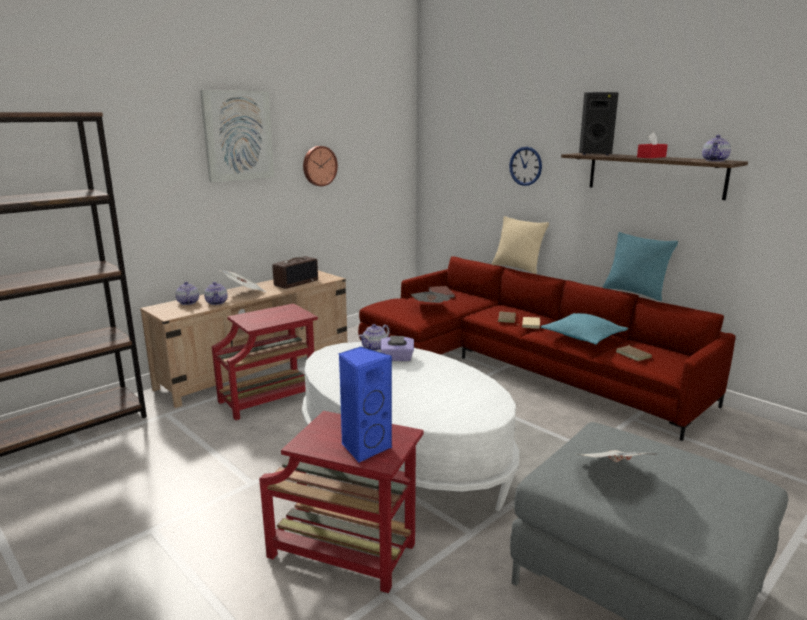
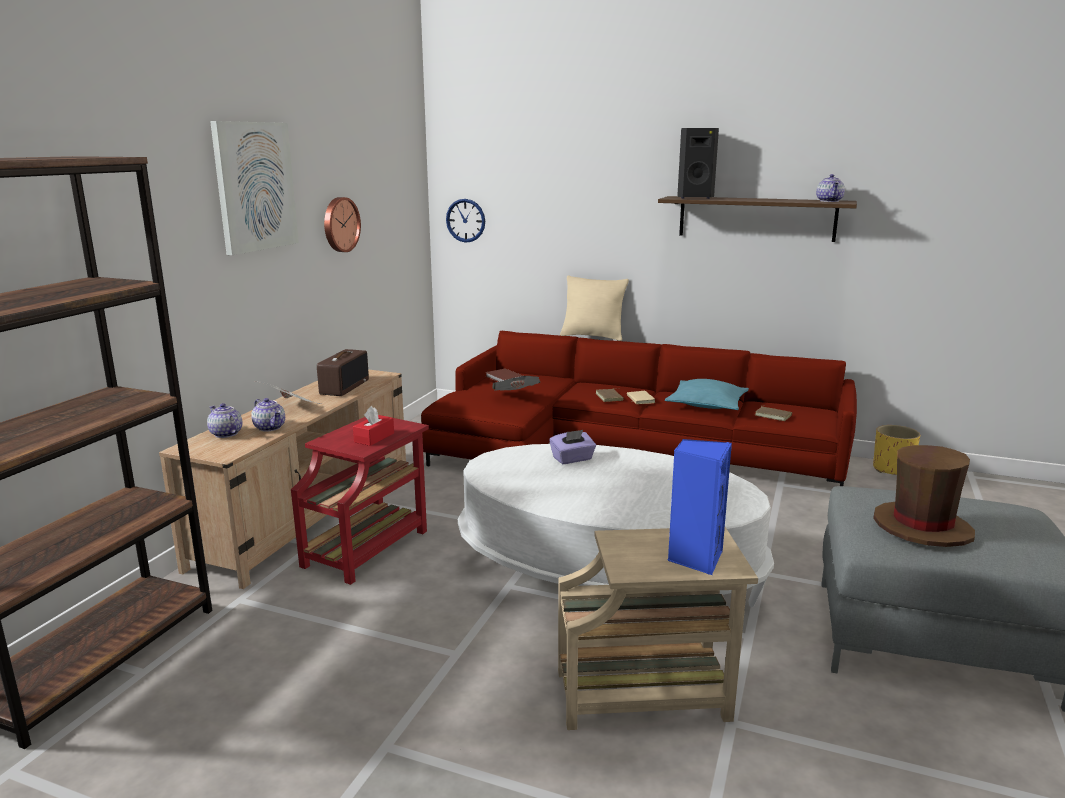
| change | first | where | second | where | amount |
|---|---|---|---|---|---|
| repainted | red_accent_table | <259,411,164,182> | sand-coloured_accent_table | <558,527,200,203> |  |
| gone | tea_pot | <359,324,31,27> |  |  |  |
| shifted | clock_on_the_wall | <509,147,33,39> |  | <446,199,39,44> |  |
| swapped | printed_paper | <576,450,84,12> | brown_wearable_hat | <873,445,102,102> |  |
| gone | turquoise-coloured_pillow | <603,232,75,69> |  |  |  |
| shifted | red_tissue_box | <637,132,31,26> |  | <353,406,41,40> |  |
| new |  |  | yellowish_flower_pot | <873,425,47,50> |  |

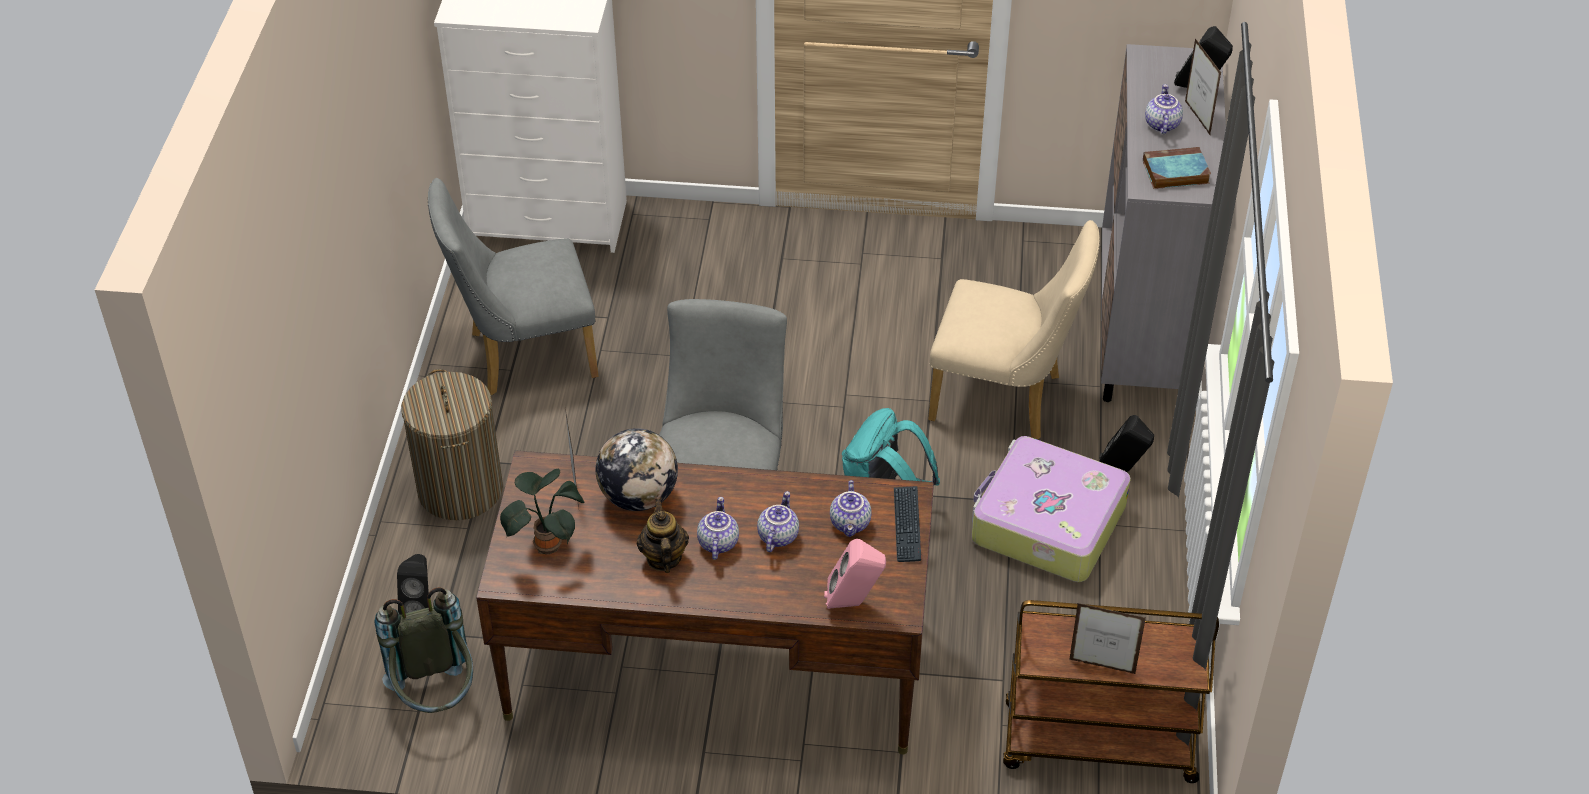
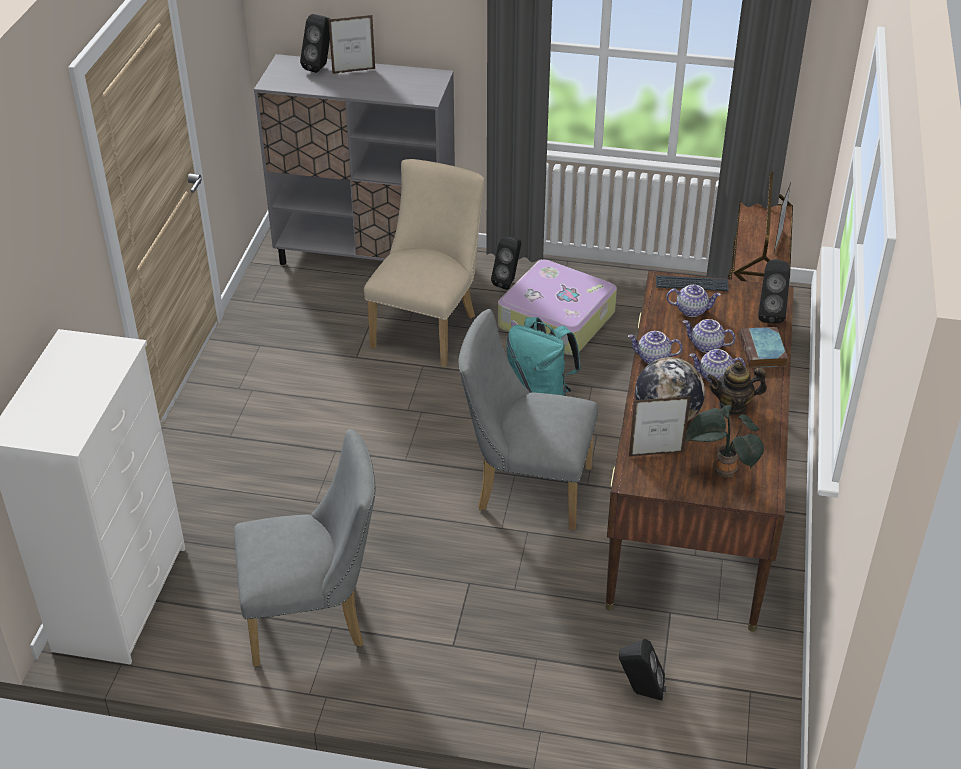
| change | first | where | second | where | amount |
|---|---|---|---|---|---|
| gone | grey_backpack | <374,587,99,126> |  |  |  |
| gone | washing_basket | <401,369,102,151> |  |  |  |
| rotated | grey_chair | <428,178,171,217> |  | <234,429,141,238> | 90 degrees counterclockwise |
| repainted | pinkish_loudspeaker | <824,539,62,70> | blackish_loudspeaker | <758,259,32,65> |  |
| shifted | book | <1143,147,68,42> |  | <740,327,48,41> |  |
| shifted | tea_pot | <1145,84,38,50> |  | <628,331,54,33> |  |

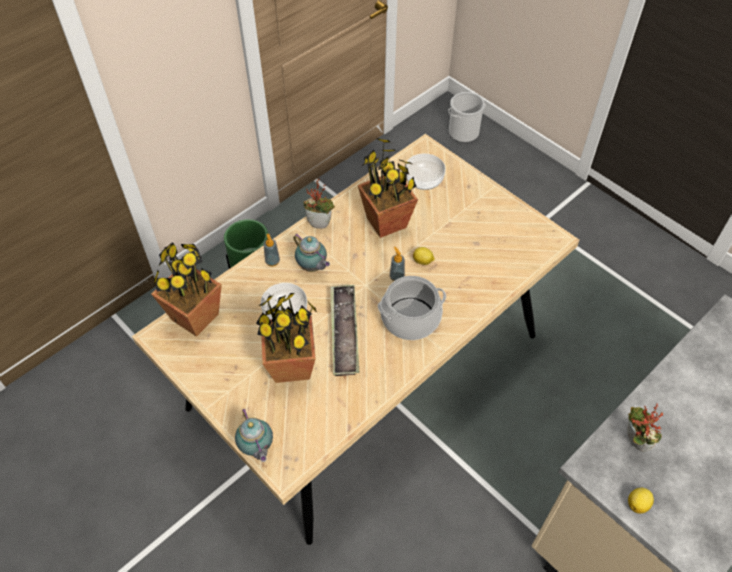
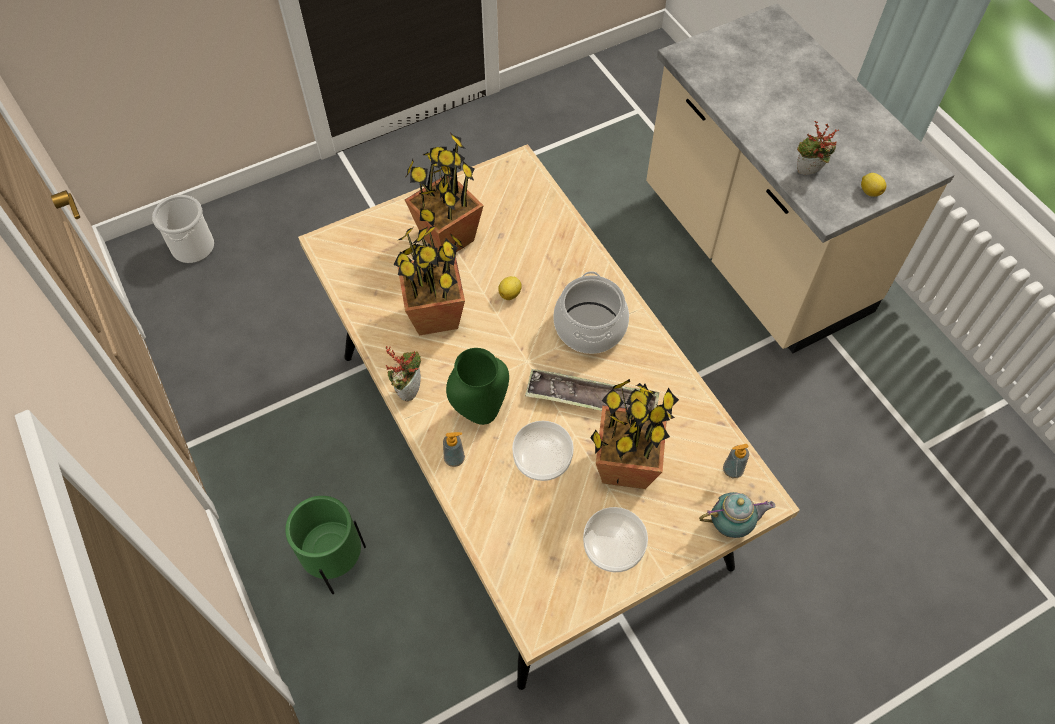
| change | first | where | second | where | amount |
|---|---|---|---|---|---|
| shifted | houseplant | <151,243,71,94> |  | <404,133,80,119> |  |
| swapped | tea_pot | <293,234,37,38> | greenish_decorative_vase | <446,348,63,77> |  |
| shifted | liquid_soap_bottle | <390,247,15,34> |  | <723,444,26,34> |  |
| shifted | bowl | <405,153,40,37> |  | <583,507,65,65> |  |

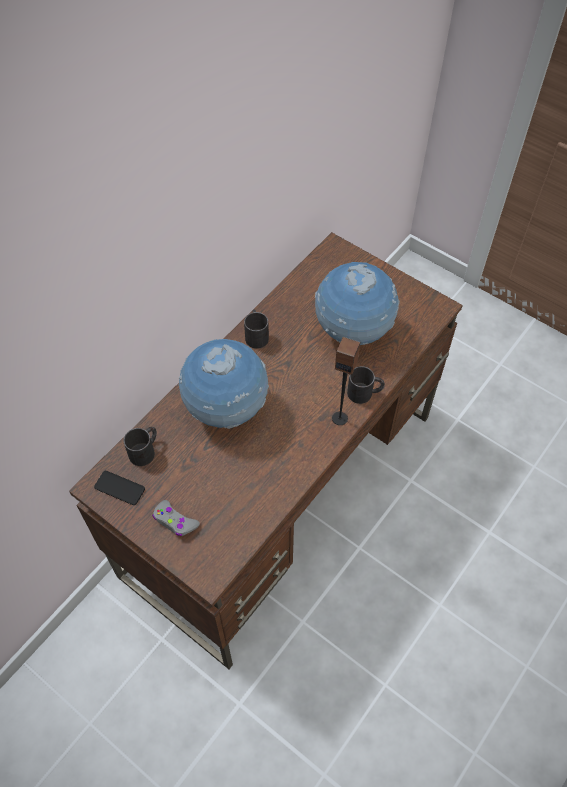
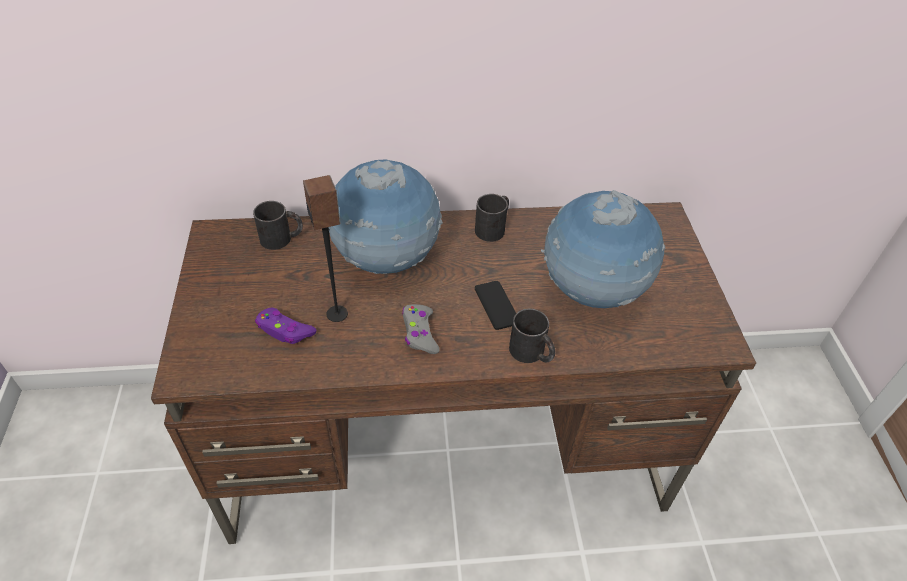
| change | first | where | second | where | amount |
|---|---|---|---|---|---|
| shifted | phone | <94,471,51,34> |  | <475,281,41,49> |  |
| shifted | grey_gamepad | <152,500,48,36> |  | <402,304,38,50> |  |
| shifted | loudspeaker | <332,337,28,88> |  | <303,175,45,147> |  |
| new |  |  | purple-coloured_gamepad | <255,308,61,36> |  |

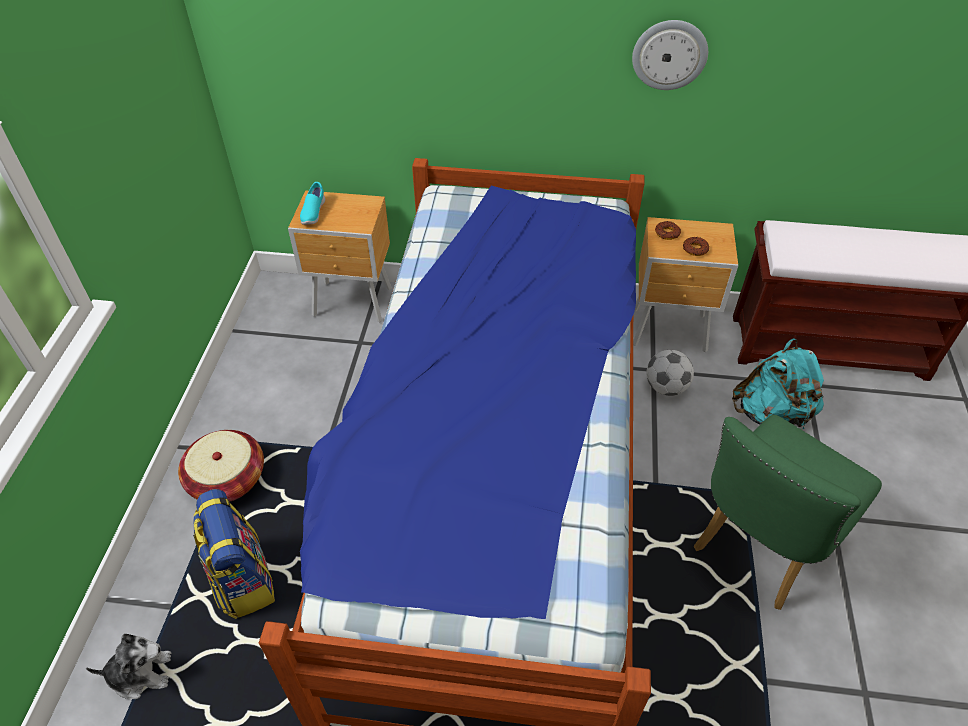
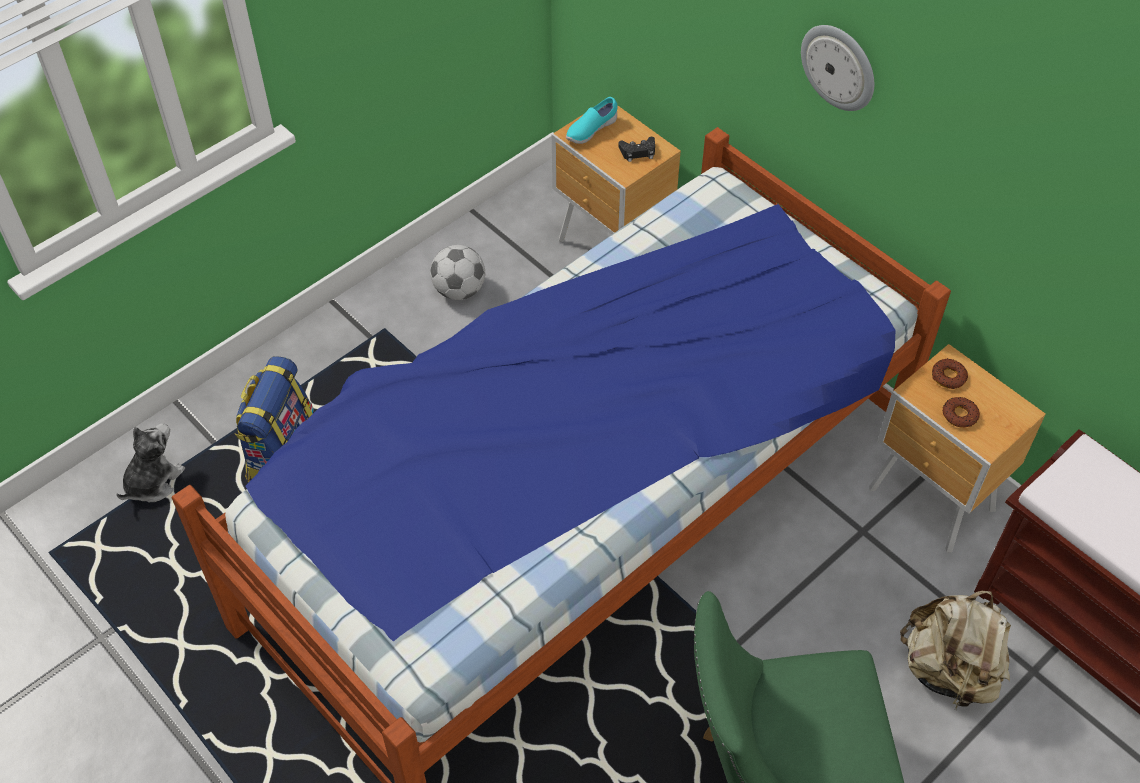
| change | first | where | second | where | amount |
|---|---|---|---|---|---|
| rotated | plush_toy | <86,634,85,65> |  | <117,423,68,79> | 90 degrees counterclockwise |
| gone | storage_basket | <178,430,86,72> |  |  |  |
| shifted | clock_on_the_wall | <632,20,76,70> |  | <801,25,73,86> |  |
| shifted | ball_for_football | <646,350,48,46> |  | <430,245,55,55> |  |
| repainted | turquoise-coloured_backpack | <732,338,92,91> | sand-coloured_backpack | <900,591,111,119> |  |
| new |  |  | blackish_gamepad | <618,137,37,25> |  |

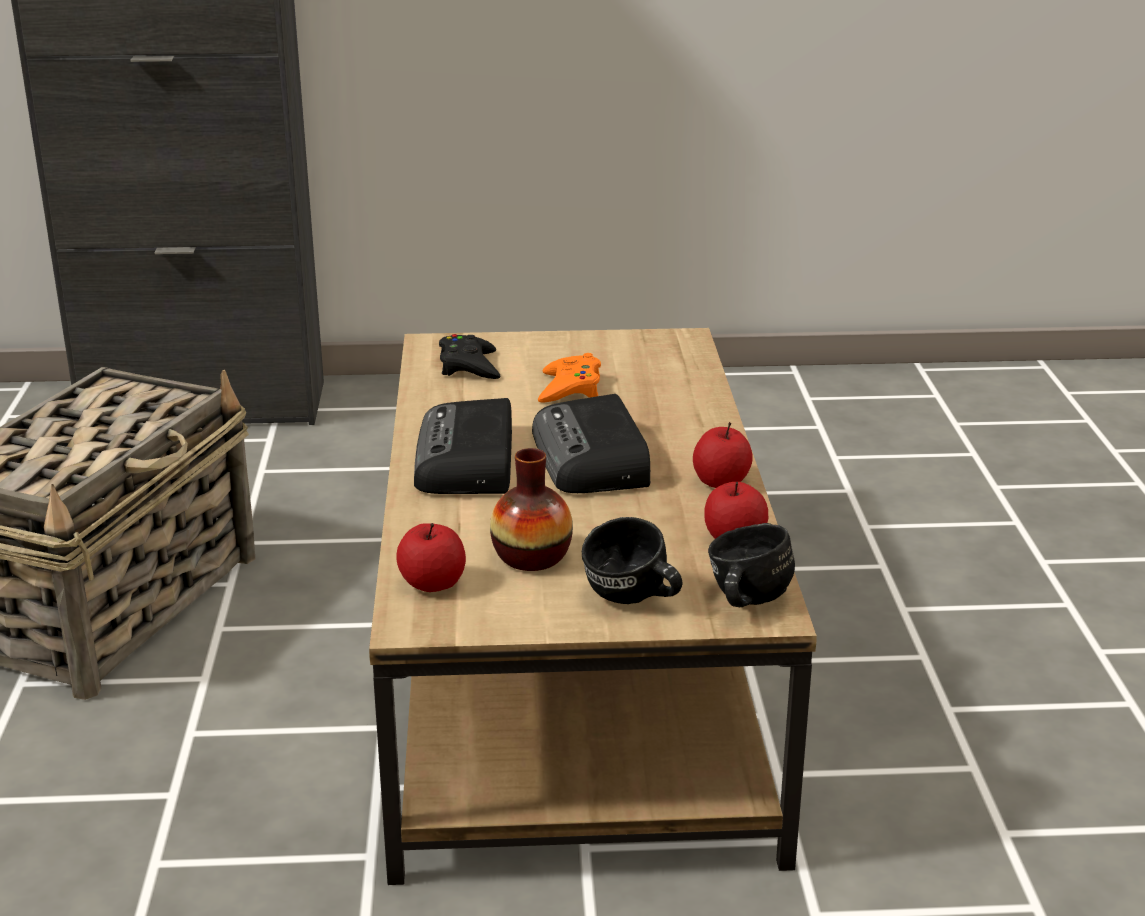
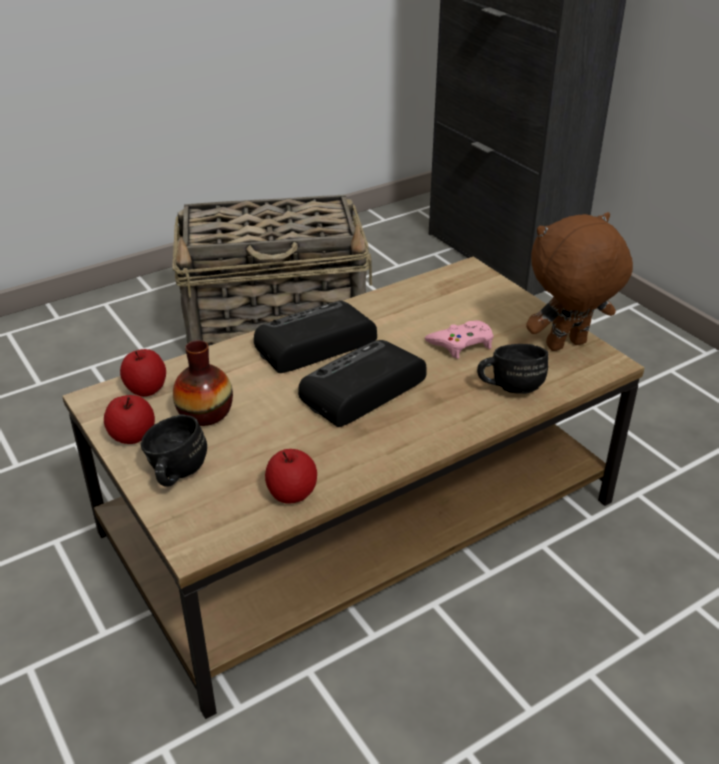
| change | first | where | second | where | amount |
|---|---|---|---|---|---|
| gone | blackish_gamepad | <439,334,61,45> |  |  |  |
| repainted | orange_gamepad | <538,353,63,50> | pinkish_gamepad | <425,320,69,39> |  |
| shifted | whole_apple | <693,422,60,66> |  | <104,395,51,49> |  |
| shifted | blackish_tea_mug | <708,523,87,84> |  | <477,344,71,50> |  |
| new |  |  | brown_plush_toy | <526,212,107,139> |  |

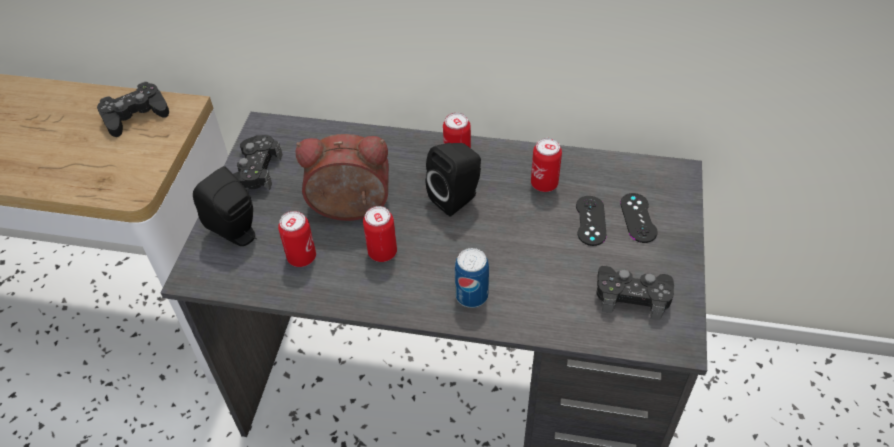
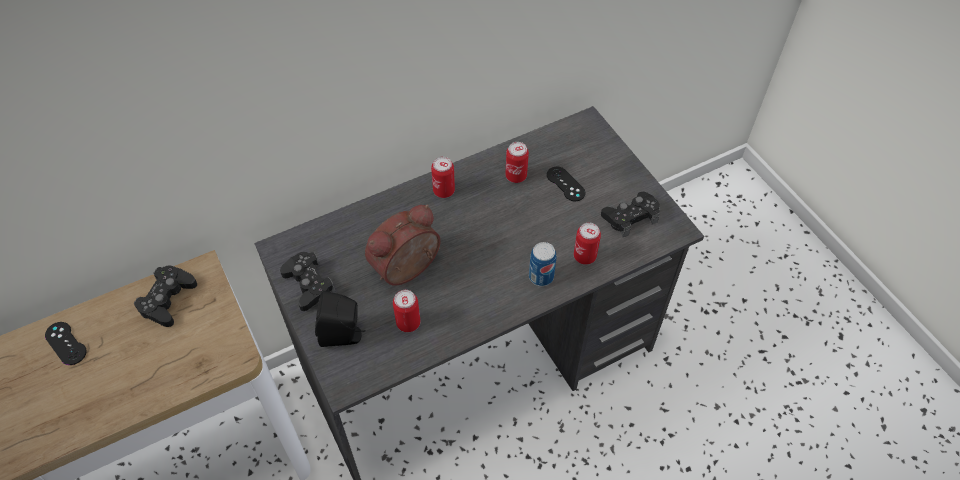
| change | first | where | second | where | amount |
|---|---|---|---|---|---|
| shifted | metal_can | <363,206,34,56> |  | <574,222,27,43> |  |
| gone | blackish_loudspeaker | <426,143,55,74> |  |  |  |
| shifted | blackish_gamepad | <620,193,38,50> |  | <45,322,41,43> |  |

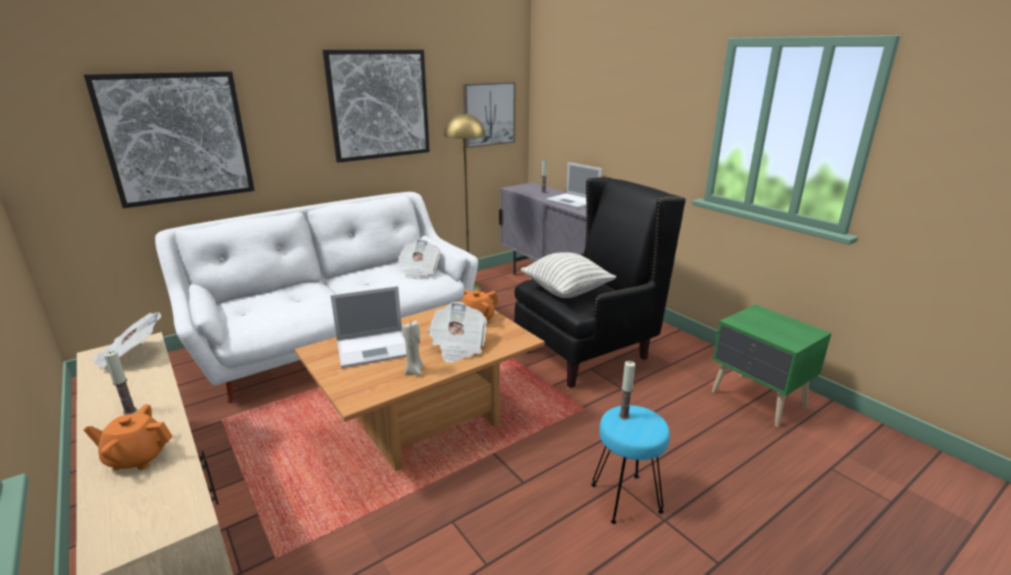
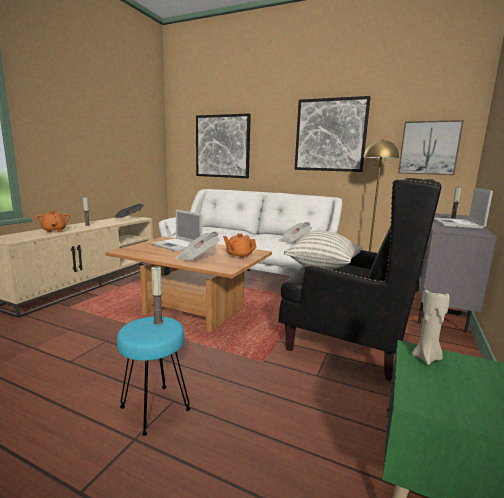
| change | first | where | second | where | amount |
|---|---|---|---|---|---|
| shifted | sand-coloured_wax_candle | <402,320,22,56> |  | <412,290,38,75> |  |

